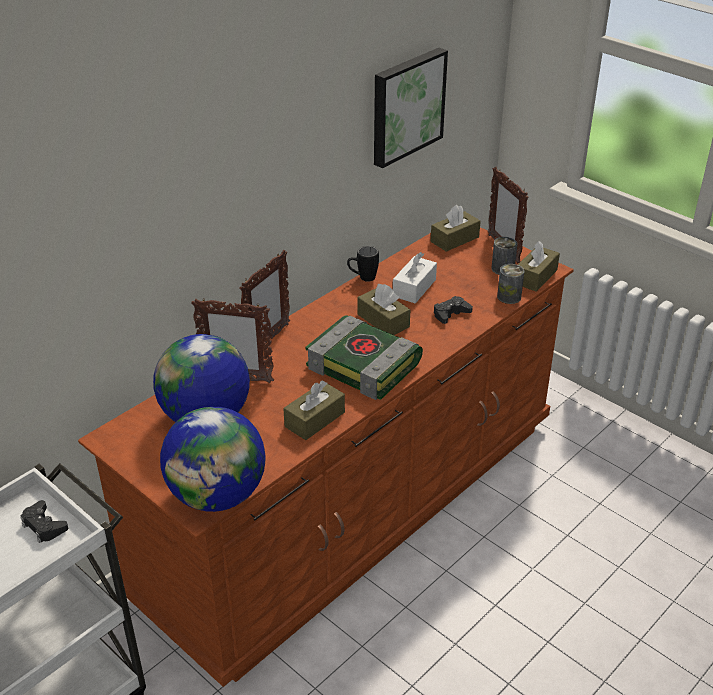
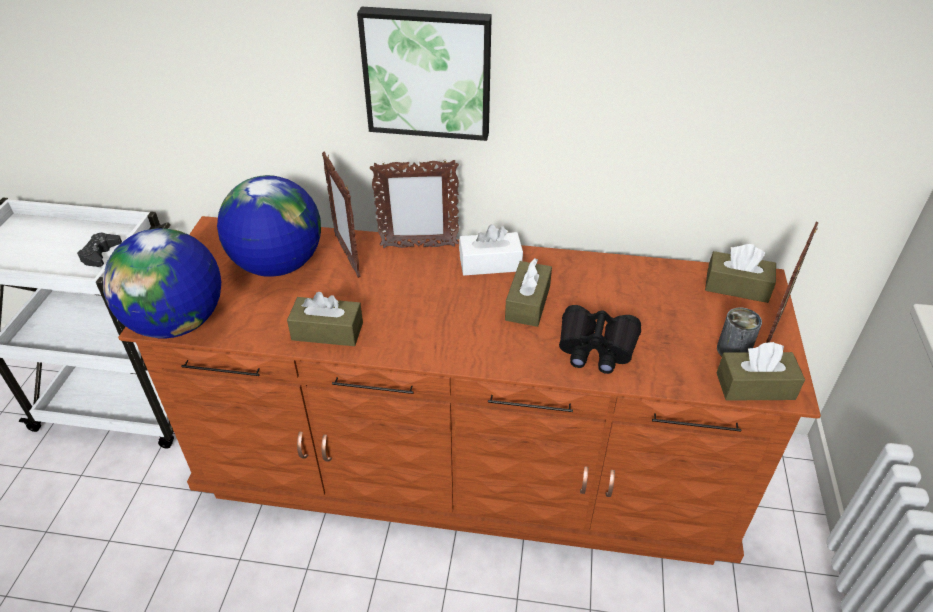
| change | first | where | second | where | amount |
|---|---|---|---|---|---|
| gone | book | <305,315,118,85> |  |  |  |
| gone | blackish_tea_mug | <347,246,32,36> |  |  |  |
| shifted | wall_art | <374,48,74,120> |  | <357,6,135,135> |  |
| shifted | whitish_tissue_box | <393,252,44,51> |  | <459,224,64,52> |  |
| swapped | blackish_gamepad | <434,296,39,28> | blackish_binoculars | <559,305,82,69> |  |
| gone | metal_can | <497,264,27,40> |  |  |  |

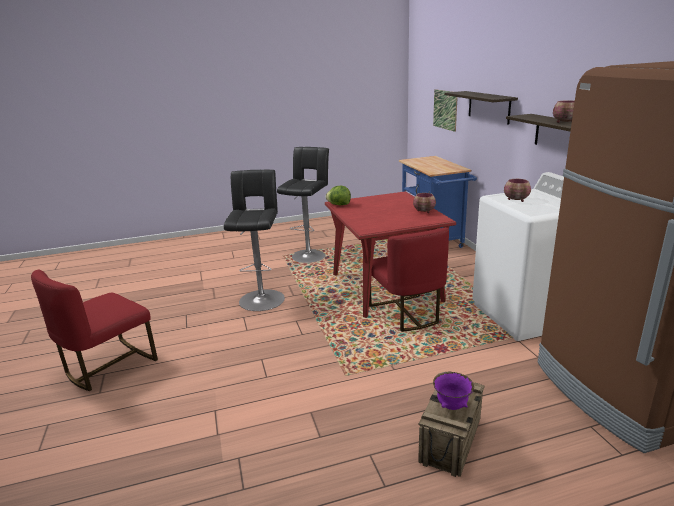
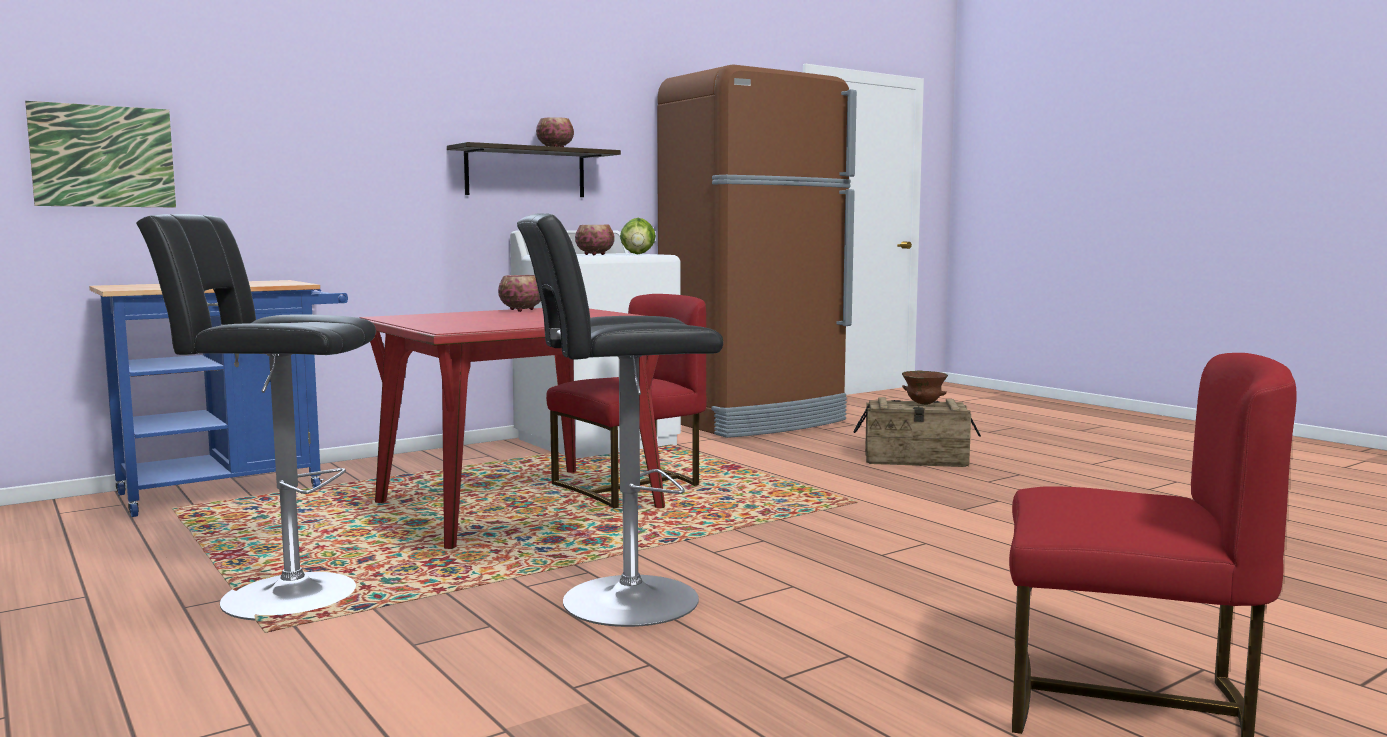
| change | first | where | second | where | amount |
|---|---|---|---|---|---|
| shifted | lettuce_head | <326,186,25,19> |  | <620,218,36,36> |  |
| repainted | purple-coloured_bowl | <433,372,41,38> | brown_bowl | <902,371,46,34> |  |
| gone | shelf | <444,91,74,34> |  |  |  |

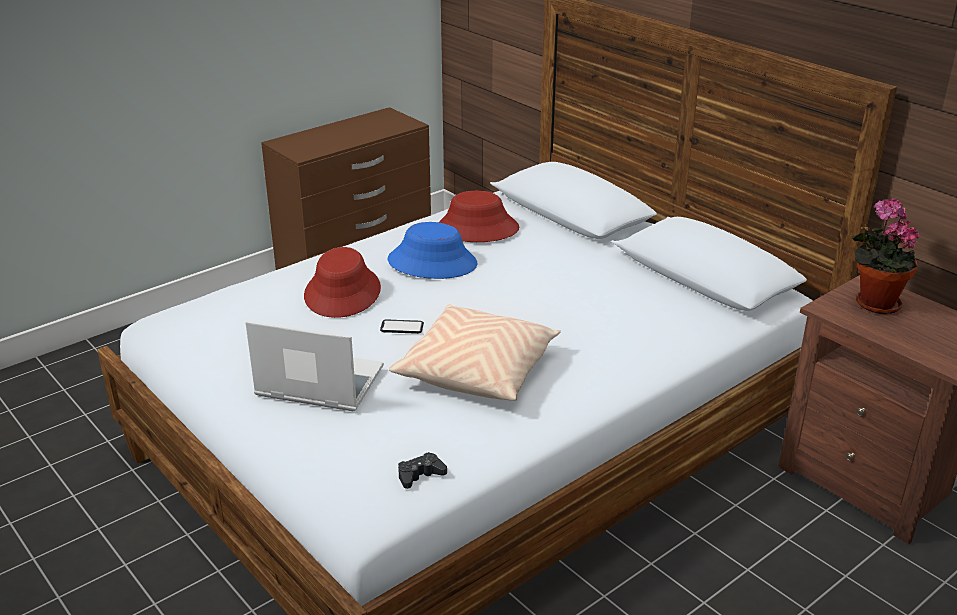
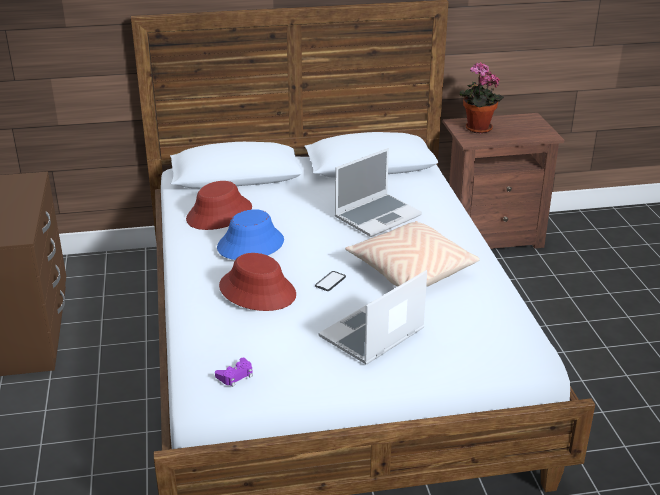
| change | first | where | second | where | amount |
|---|---|---|---|---|---|
| gone | blackish_gamepad | <398,452,49,37> |  |  |  |
| new |  |  | purple-coloured_gamepad | <215,358,38,29> |  |
| new |  |  | notebook_computer | <335,148,87,89> |  |

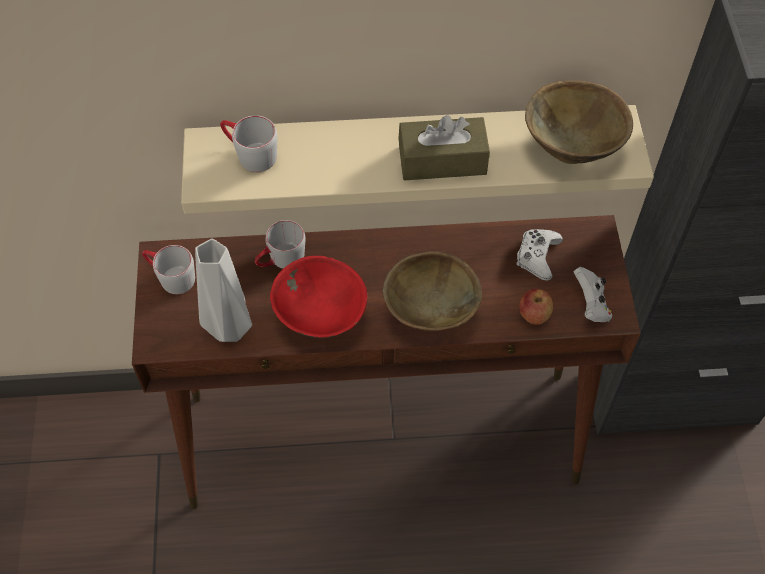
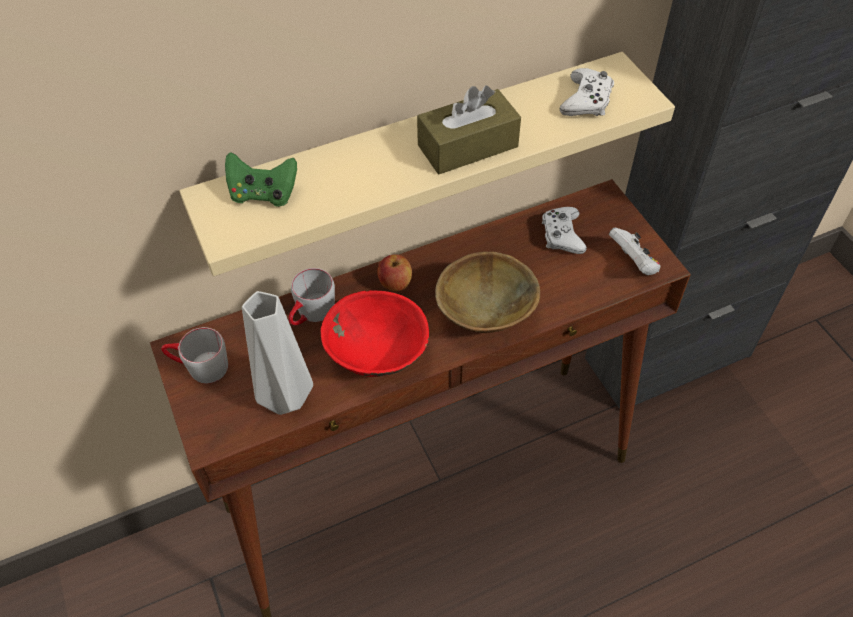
| change | first | where | second | where | amount |
|---|---|---|---|---|---|
| swapped | grey_tea_mug | <220,115,57,57> | greenish_gamepad | <225,152,72,55> |  |
| shifted | whole_apple | <520,289,33,36> |  | <377,254,35,37> |  |
| swapped | brown_bowl | <525,80,108,84> | whitish_gamepad | <560,68,54,48> |  |

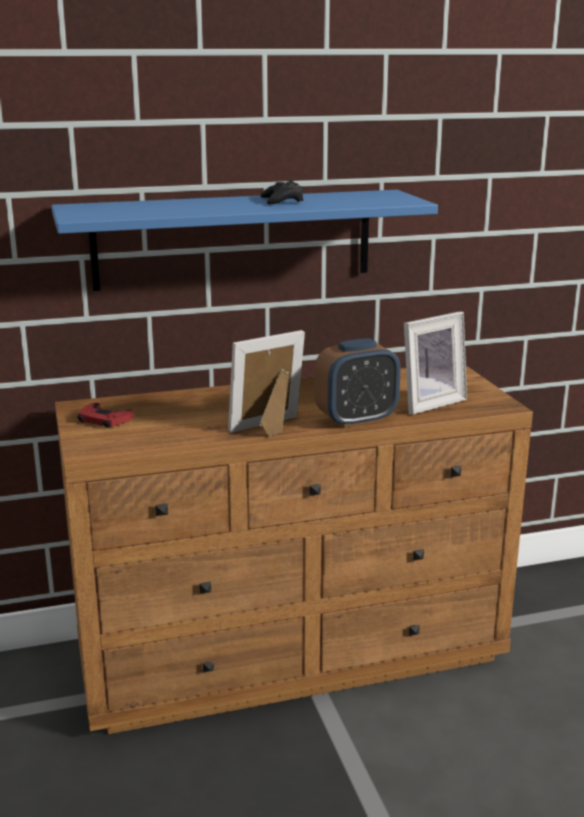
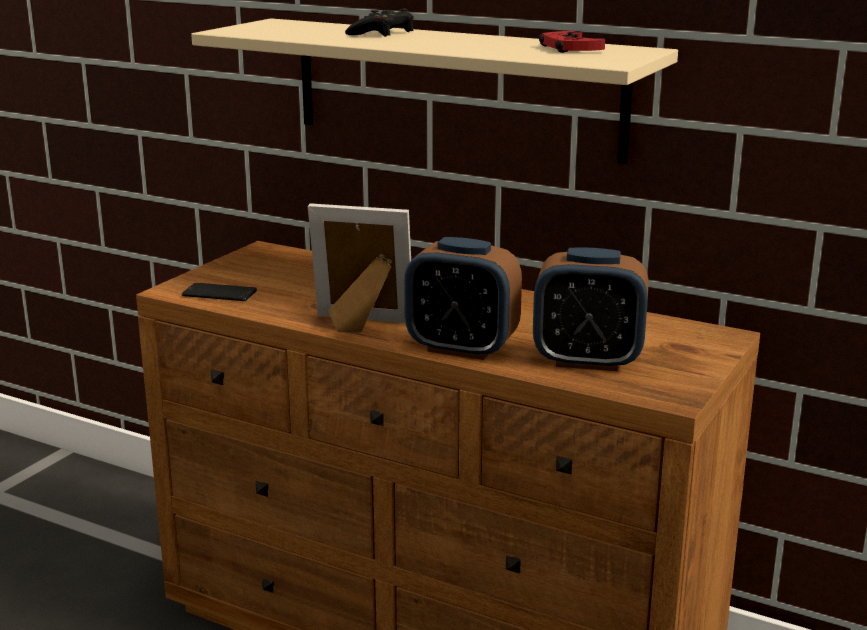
| change | first | where | second | where | amount |
|---|---|---|---|---|---|
| repainted | blue_shelf | <52,190,386,101> | sand-coloured_shelf | <191,18,487,146> |  |
| shifted | red_gamepad | <77,403,56,25> |  | <539,31,66,22> |  |
| shifted | blackish_gamepad | <260,180,44,25> |  | <345,9,68,28> |  |
| swapped | picture_frame | <404,311,63,104> | bedside_clock | <533,248,115,123> |  |
| new |  |  | phone | <182,283,75,18> |  |

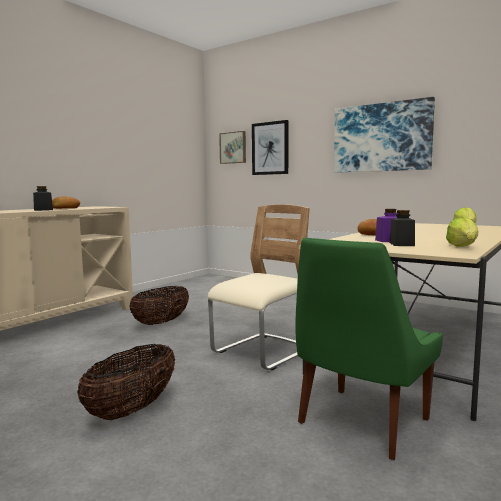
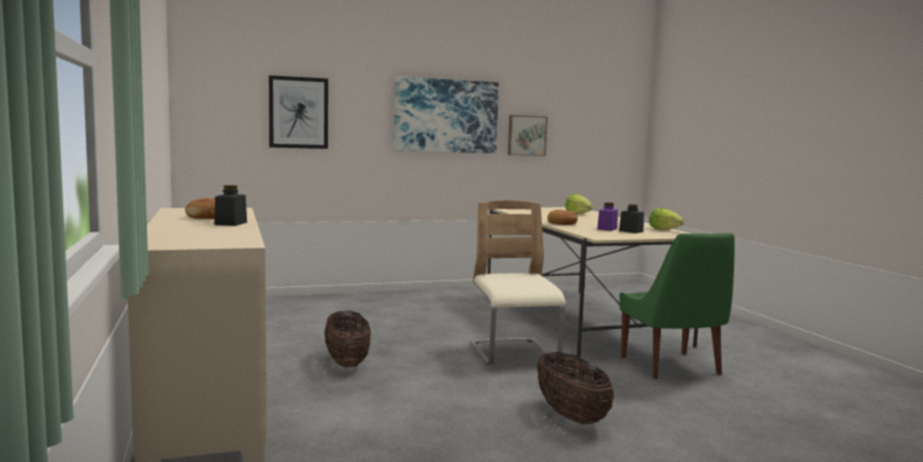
| change | first | where | second | where | amount |
|---|---|---|---|---|---|
| shifted | wall_art | <219,131,27,33> |  | <508,115,39,41> |  |

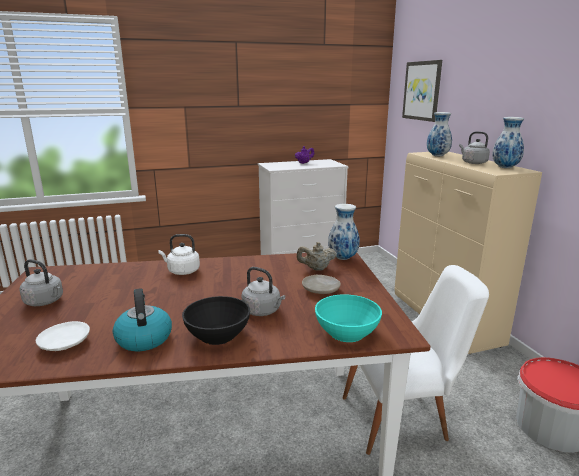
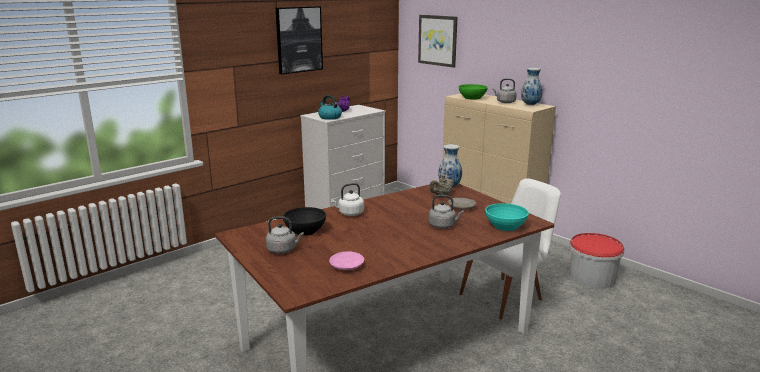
| change | first | where | second | where | amount |
|---|---|---|---|---|---|
| repainted | whitish_dinner_plate | <36,321,54,30> | pinkish_dinner_plate | <329,251,35,19> |  |
| shifted | tea_kettle | <113,288,59,63> |  | <318,95,24,25> |  |
| shifted | blackish_bowl | <182,296,68,49> |  | <283,207,43,29> |  |
| swapped | decorative_vase | <427,112,25,44> | greenish_bowl | <459,84,29,16> |  |
| new |  |  | wall_art | <276,6,47,68> |  |

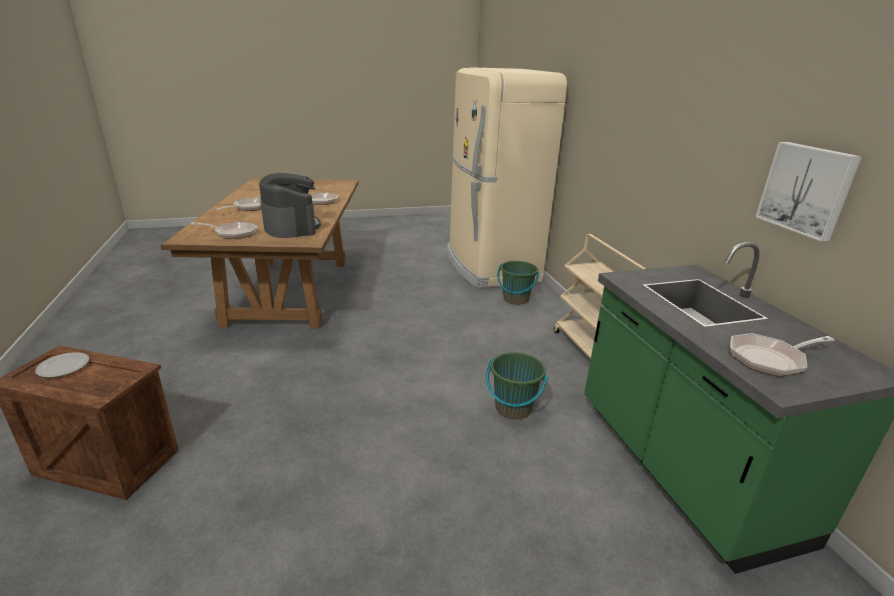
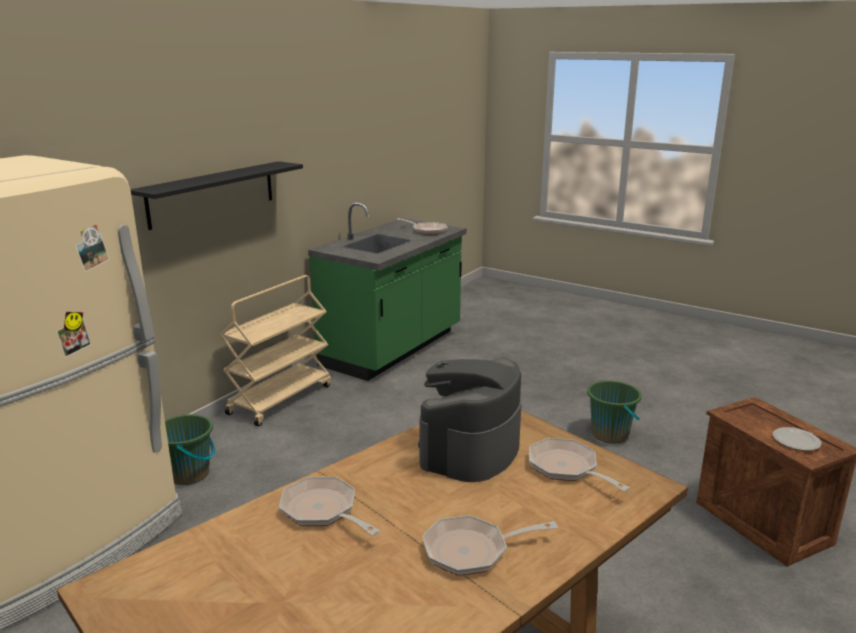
| change | first | where | second | where | amount |
|---|---|---|---|---|---|
| shifted | greenish_bucket | <486,352,62,67> |  | <587,381,55,63> |  |
| gone | wall_art | <756,142,106,100> |  |  |  |
| new |  |  | blackish_shelf | <130,161,173,69> |  |

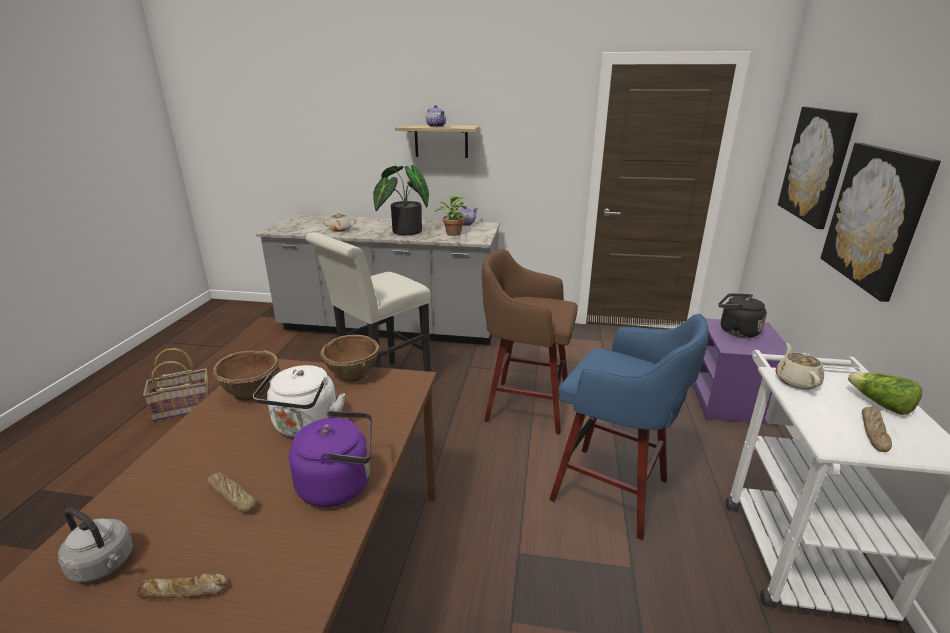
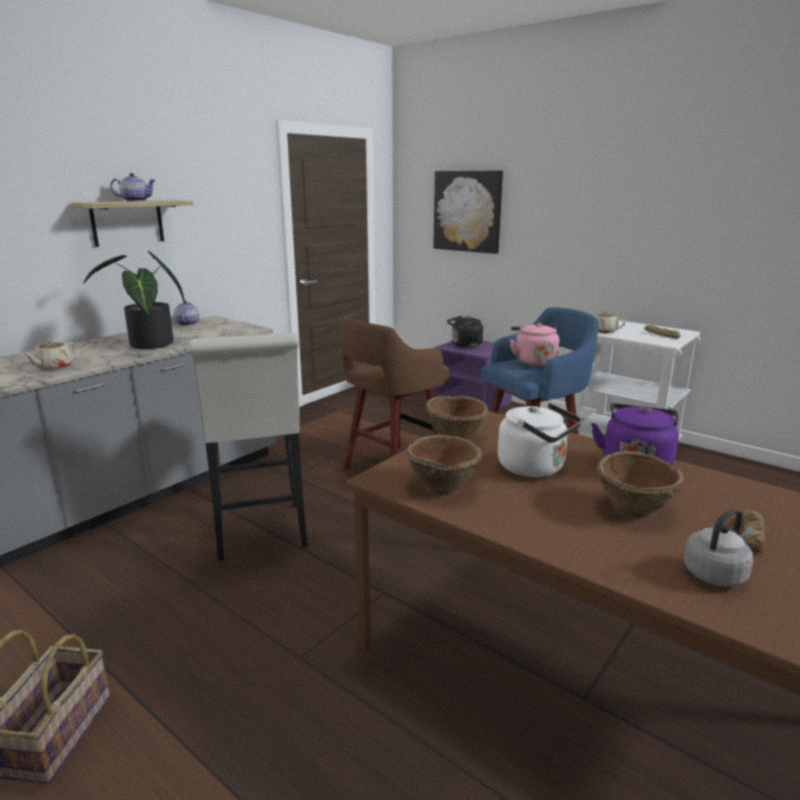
| change | first | where | second | where | amount |
|---|---|---|---|---|---|
| swapped | bread | <207,472,49,40> | brown_bowl | <596,452,88,66> |  |
| gone | houseplant | <435,193,31,43> |  |  |  |
| gone | wall_art | <821,143,120,159> |  |  |  |
| gone | lettuce_head | <848,372,74,43> |  |  |  |
| new |  |  | pinkish_tea_kettle | <510,323,49,44> |  |

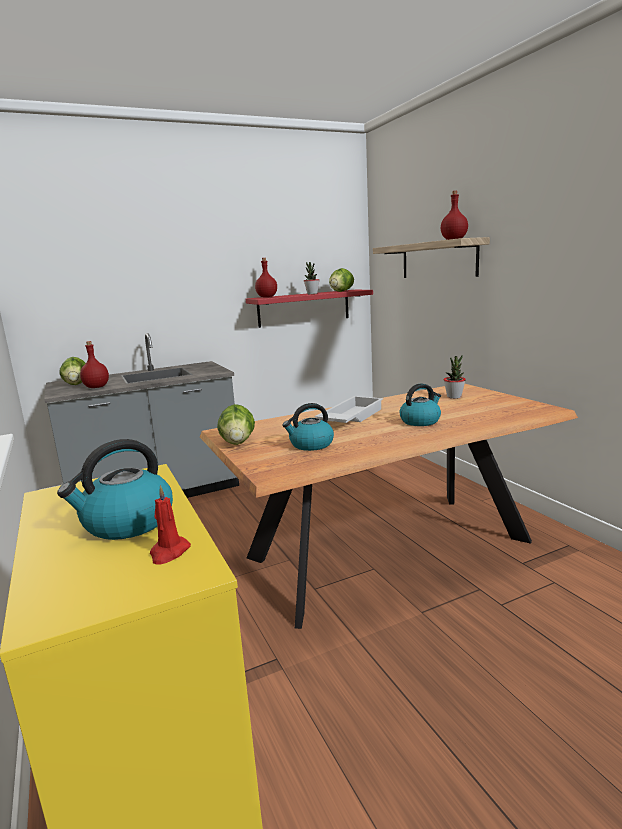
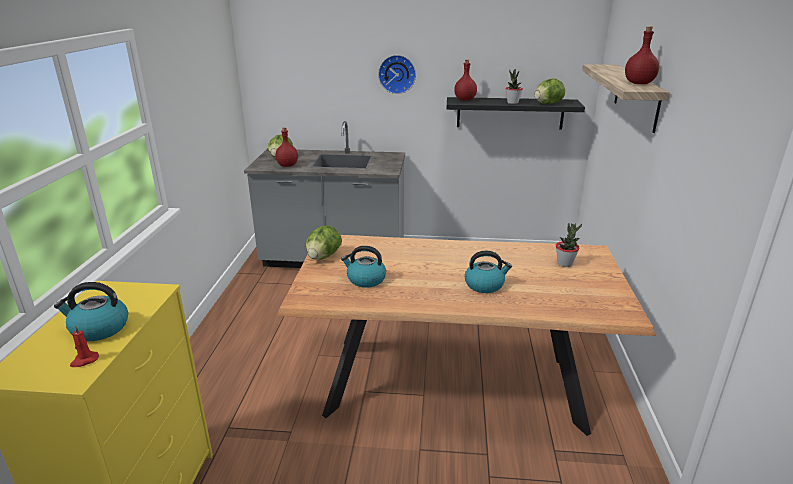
| change | first | where | second | where | amount |
|---|---|---|---|---|---|
| repainted | red_shelf | <246,290,127,38> | blackish_shelf | <447,97,138,33> |  |
| gone | whitish_tray | <315,396,68,27> |  |  |  |
| new |  |  | clock_on_the_wall | <378,55,38,39> |  |

